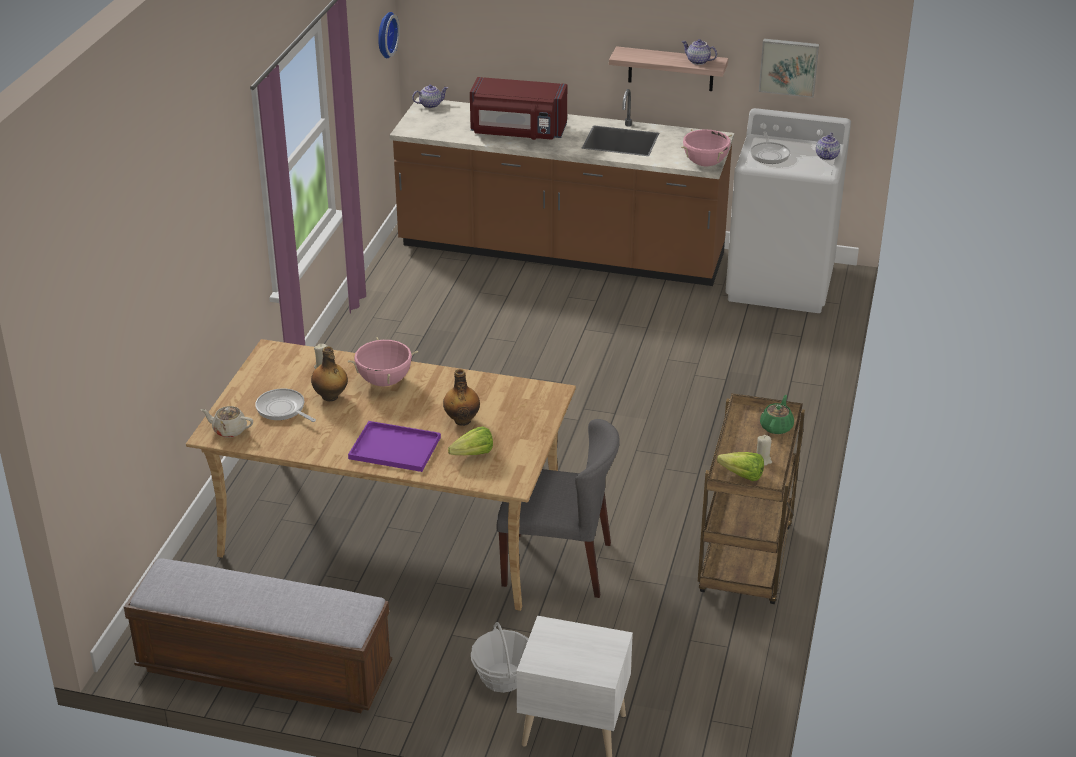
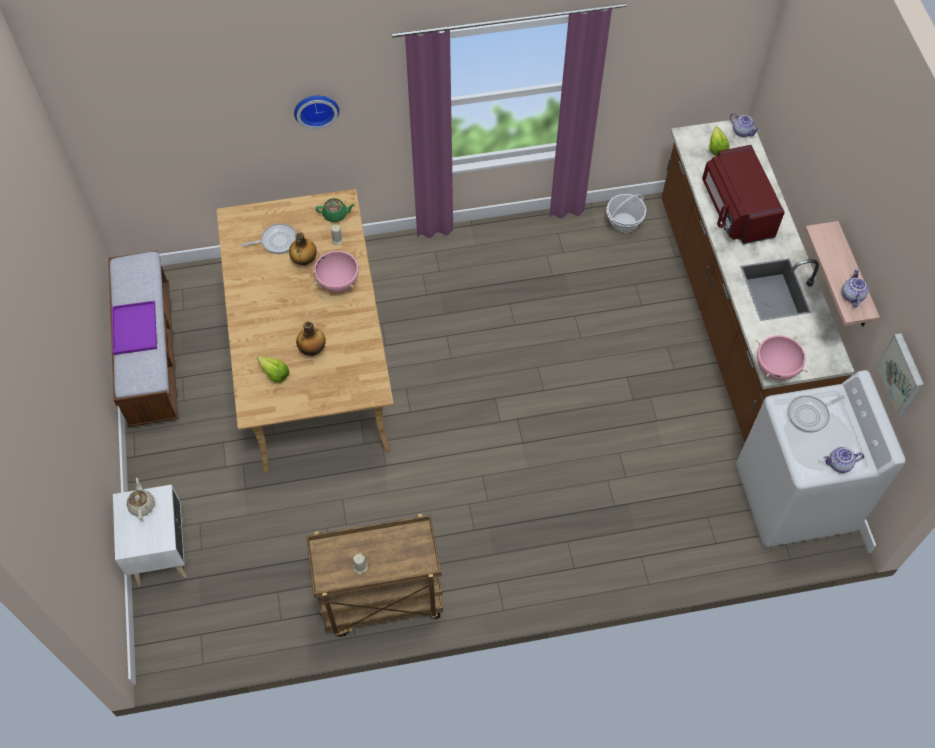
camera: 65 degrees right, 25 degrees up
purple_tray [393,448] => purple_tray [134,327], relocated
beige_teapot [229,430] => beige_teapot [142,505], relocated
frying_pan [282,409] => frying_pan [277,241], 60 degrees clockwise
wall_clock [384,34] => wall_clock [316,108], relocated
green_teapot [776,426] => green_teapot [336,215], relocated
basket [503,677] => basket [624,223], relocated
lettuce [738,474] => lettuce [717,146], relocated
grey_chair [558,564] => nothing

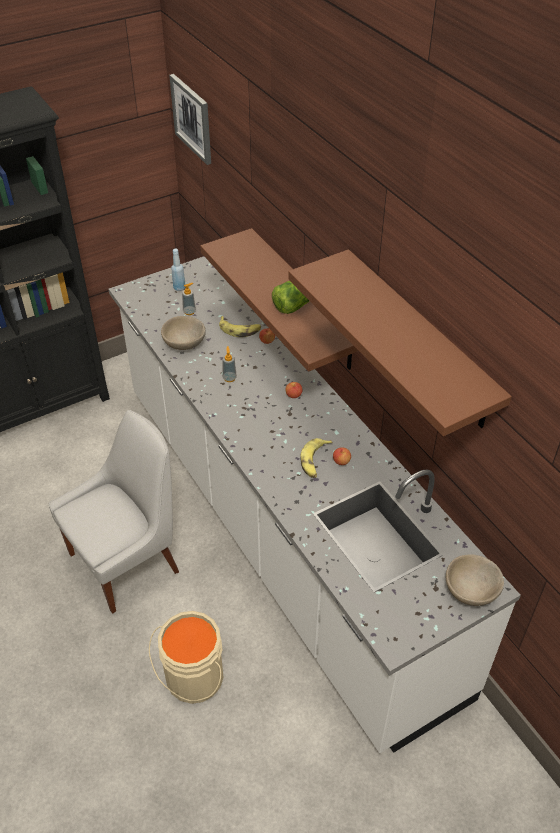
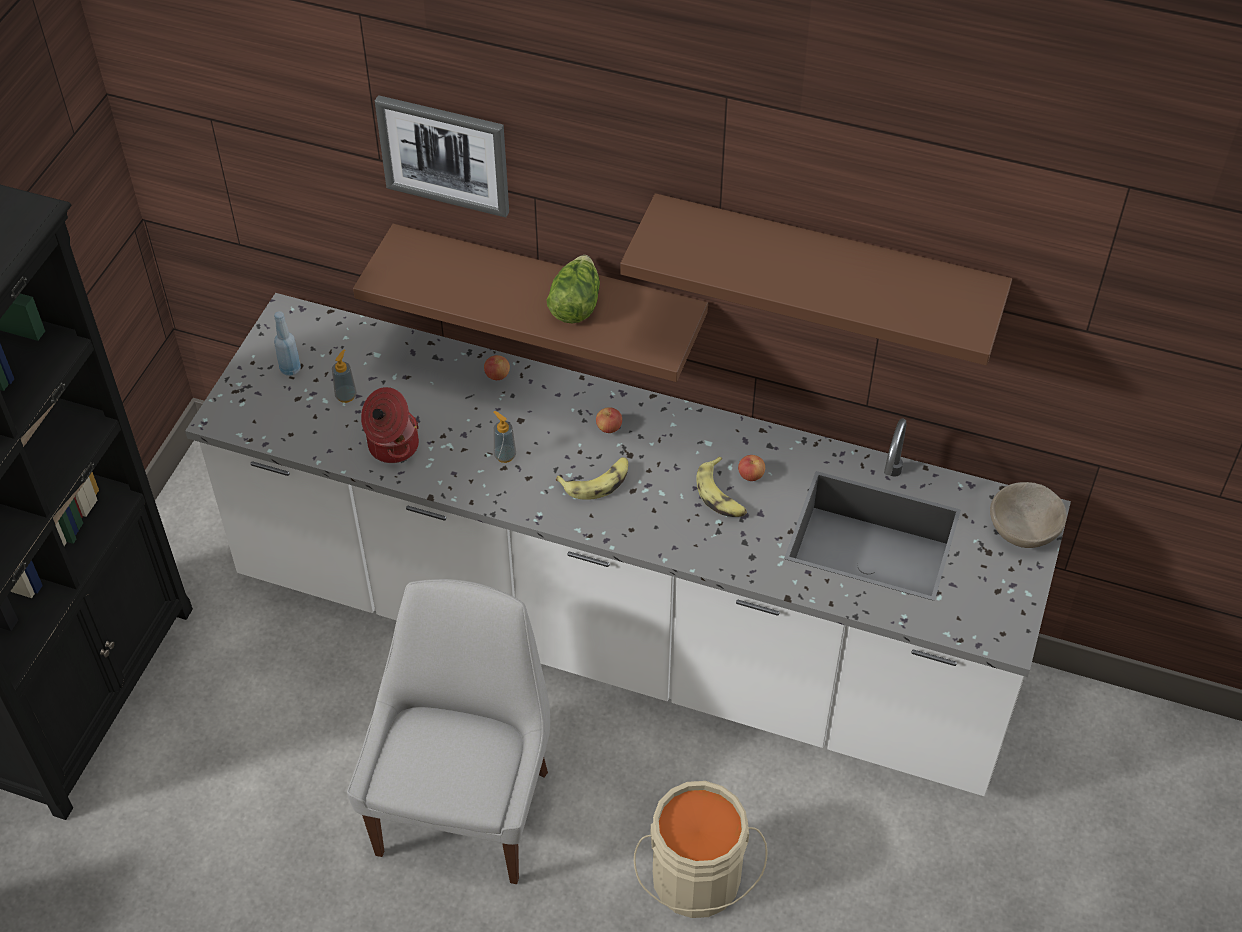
camera: 40 degrees left, 5 degrees up
beige_bowl [184,344] => cooking_pot [392,446]
picture [192,118] => picture [445,154], relocated
banana [240,330] => banana [597,482], relocated

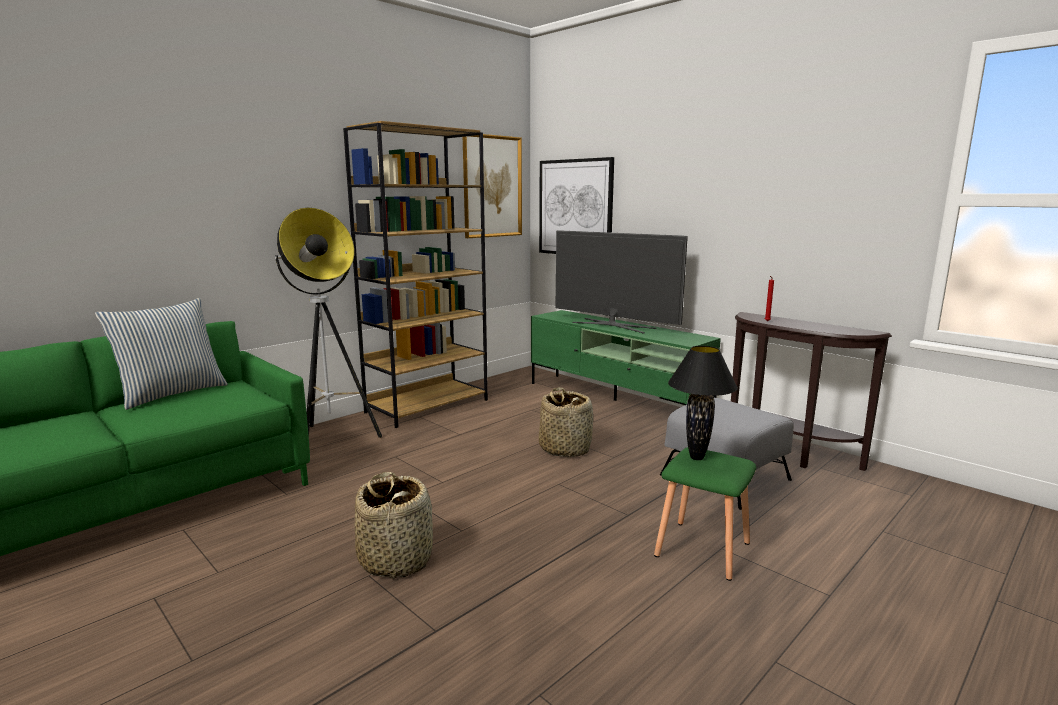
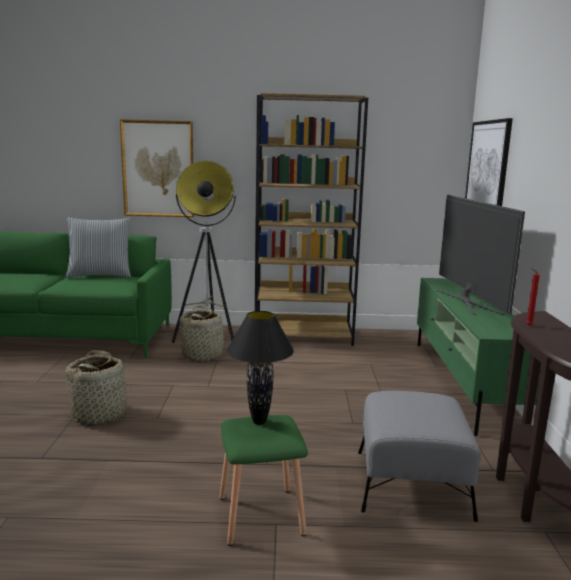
camera: 45 degrees right, 0 degrees up
picture [492,186] => picture [158,169], relocated
basket [565,448] => basket [203,356], relocated

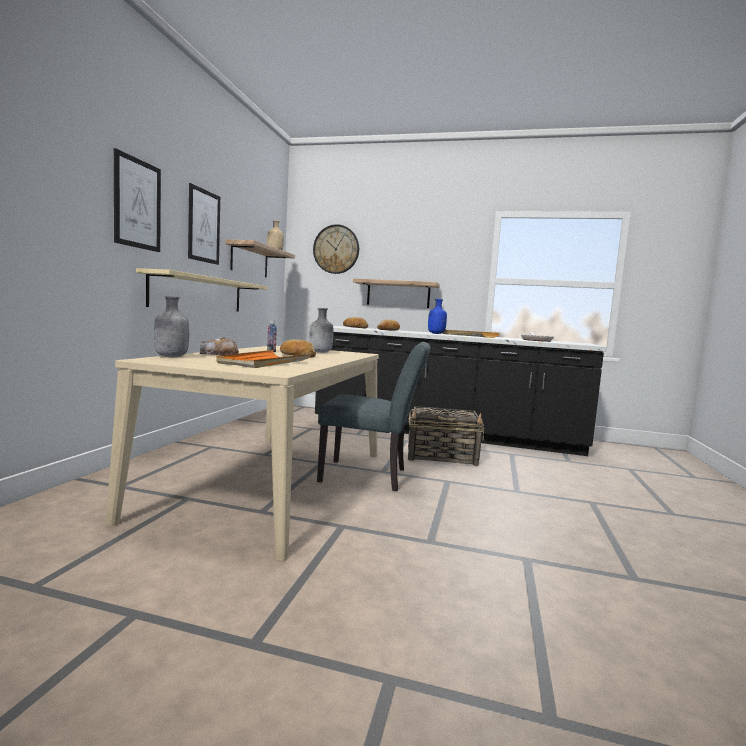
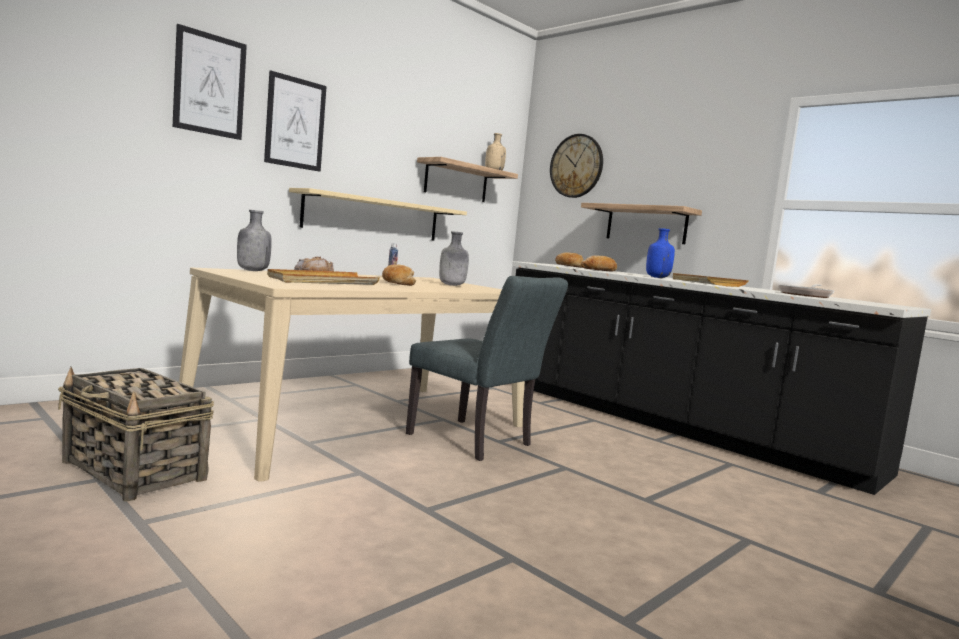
camera: 30 degrees right, 0 degrees up
basket [442,457] => basket [135,471], relocated
picture [204,226] => picture [210,84], relocated
orange_tray [265,362] => beige_tray [322,281]

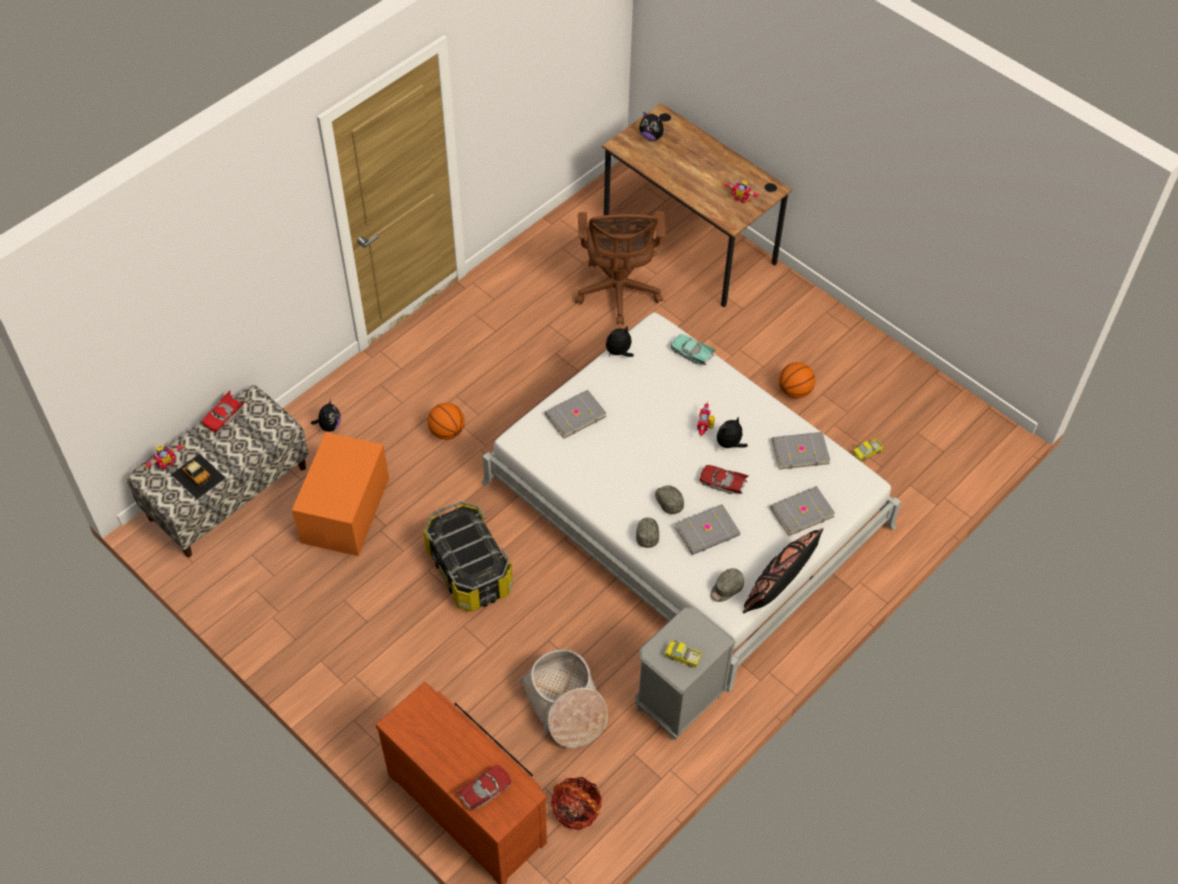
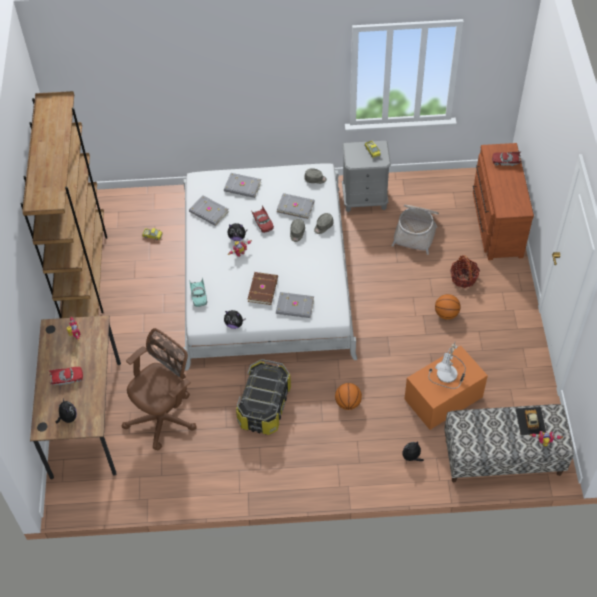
camera: 135 degrees left, 0 degrees up
nothing => brown_bookcase [85,275]
red_toy_car [224,417] => red_toy_car [67,378], relocated
storage_box [468,570] => storage_box [265,406], relocated
nothing => brown_book [263,289]
nothing => table_lamp [448,375]
basketball [794,391] => basketball [446,314], relocated
basket [576,809] => basket [463,278], relocated
black_pillow [780,582] => nothing

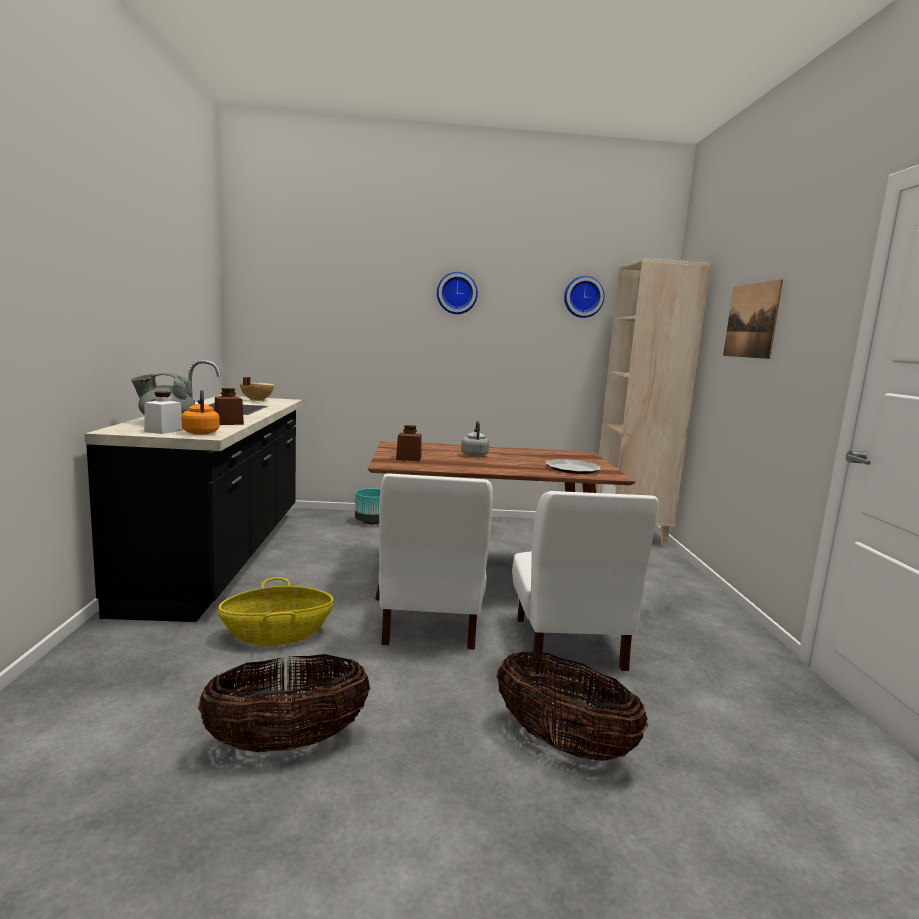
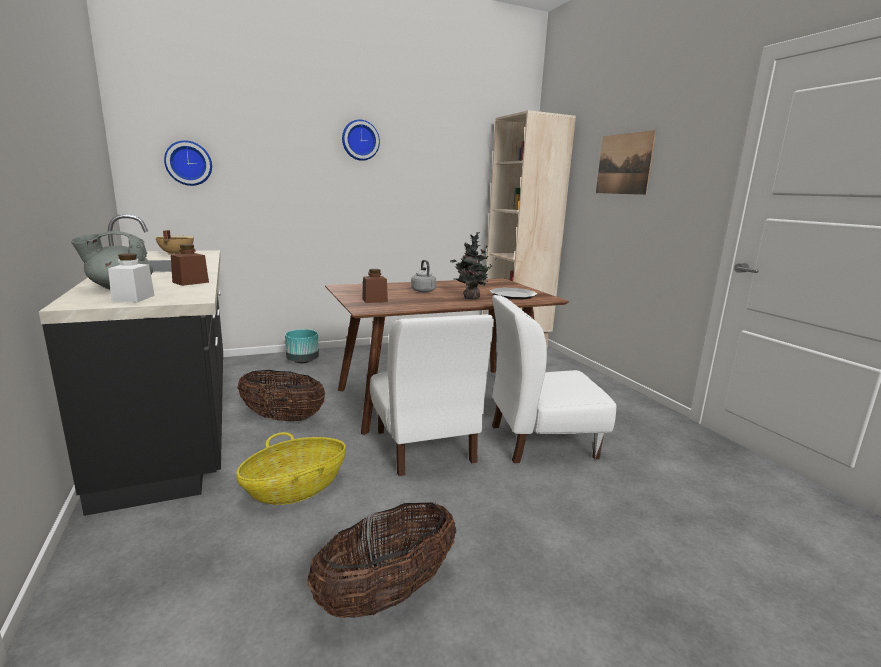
camera: 20 degrees left, 5 degrees up
wall_clock [583,297] => wall_clock [188,163], relocated
basket [563,743] => basket [282,418], relocated
nothing => potted_plant [470,298]
white_chair [568,643] => white_chair [541,441], 105 degrees clockwise
orange_kettle [201,432] => nothing

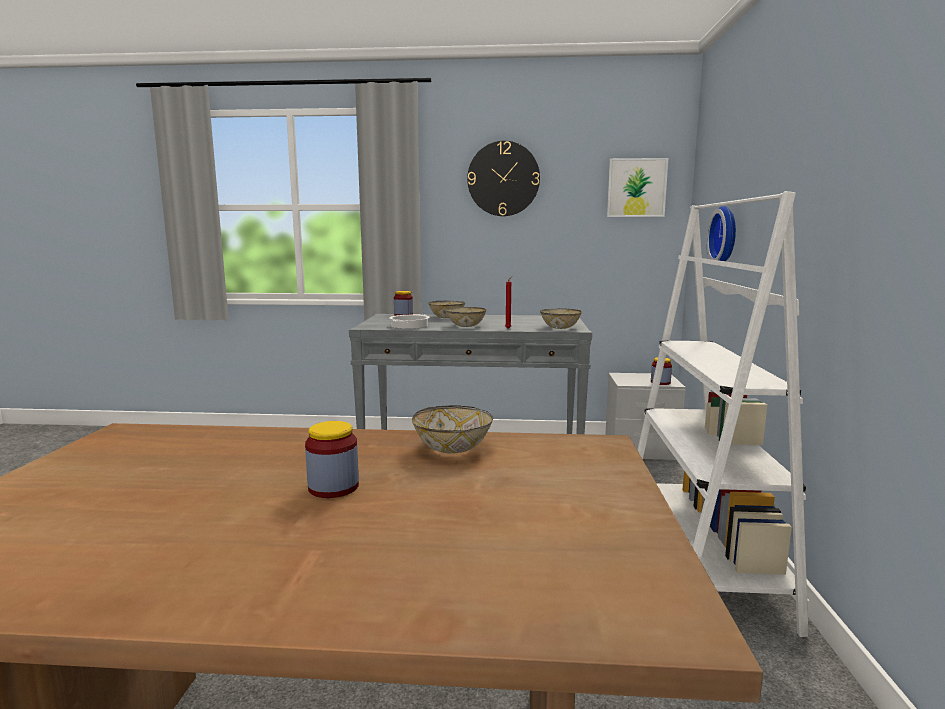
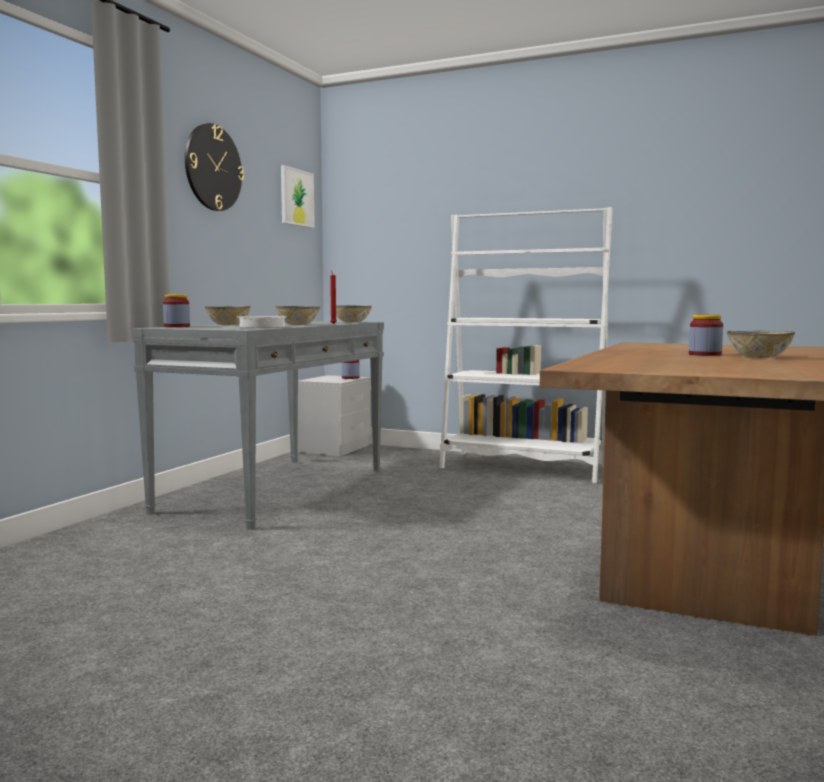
camera: 70 degrees left, 5 degrees down
bowl [452,448] => bowl [758,357], relocated
wall_clock [726,236] => nothing

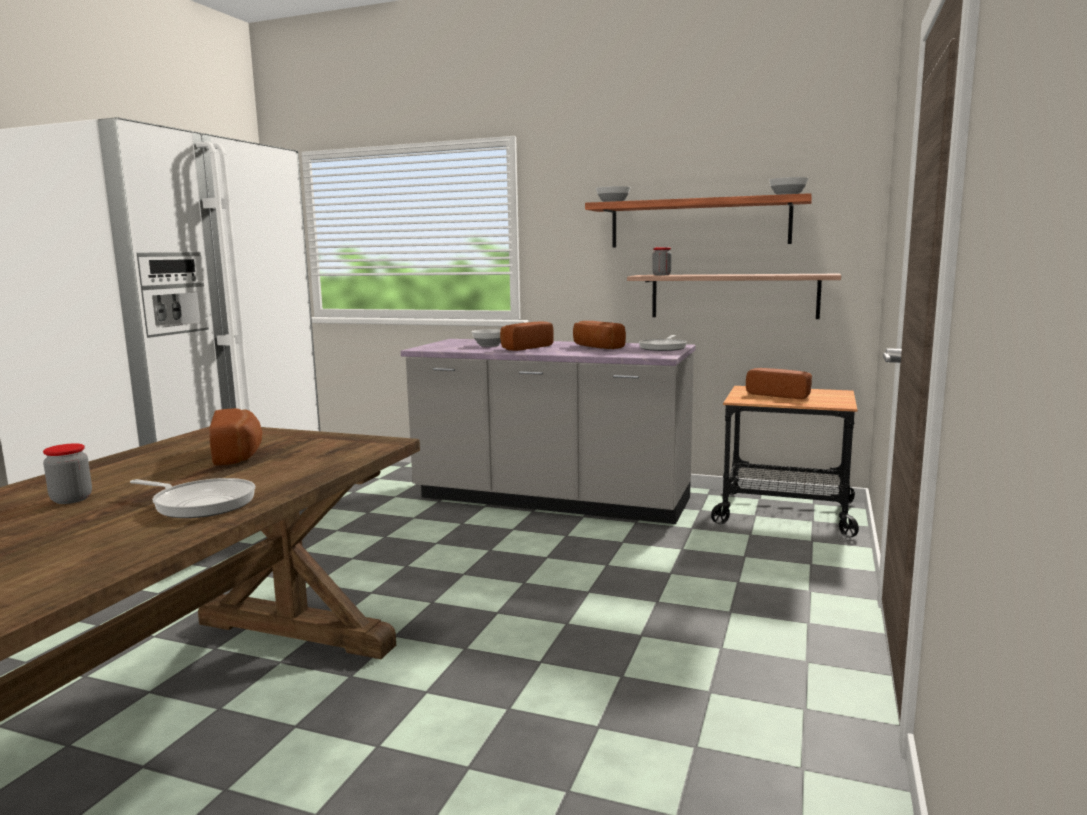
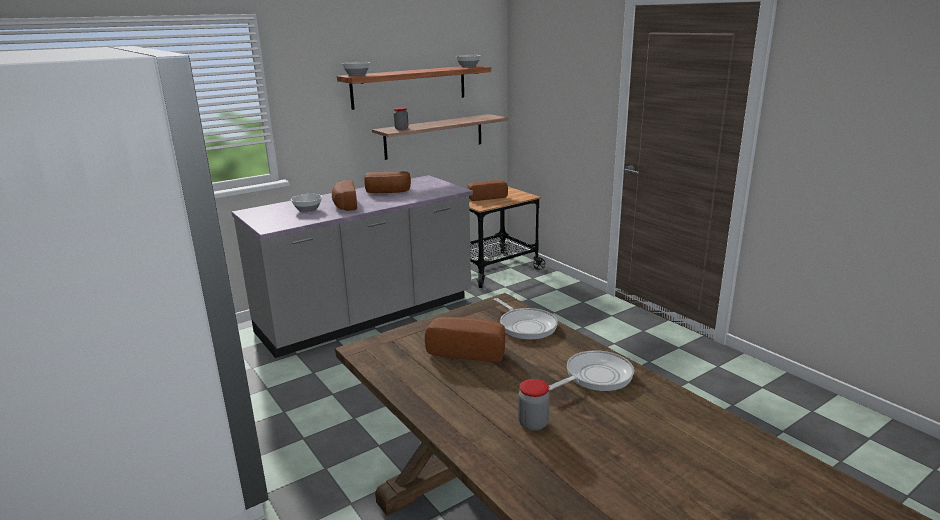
camera: 55 degrees left, 10 degrees up
frying_pan [663,347] => frying_pan [526,326], relocated

